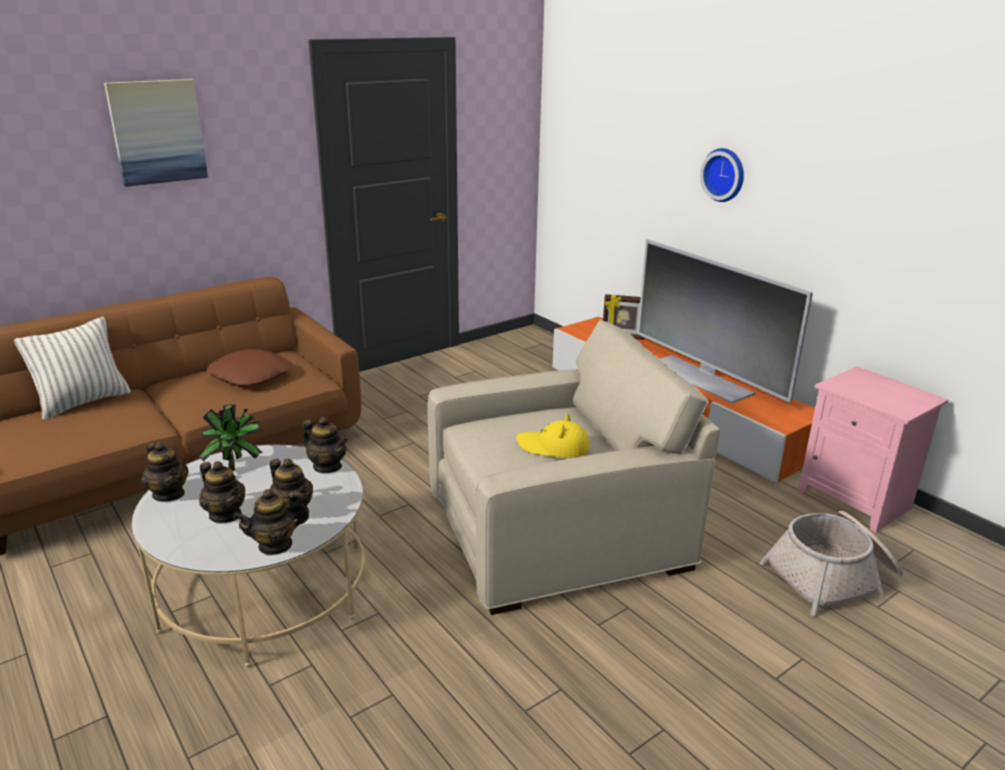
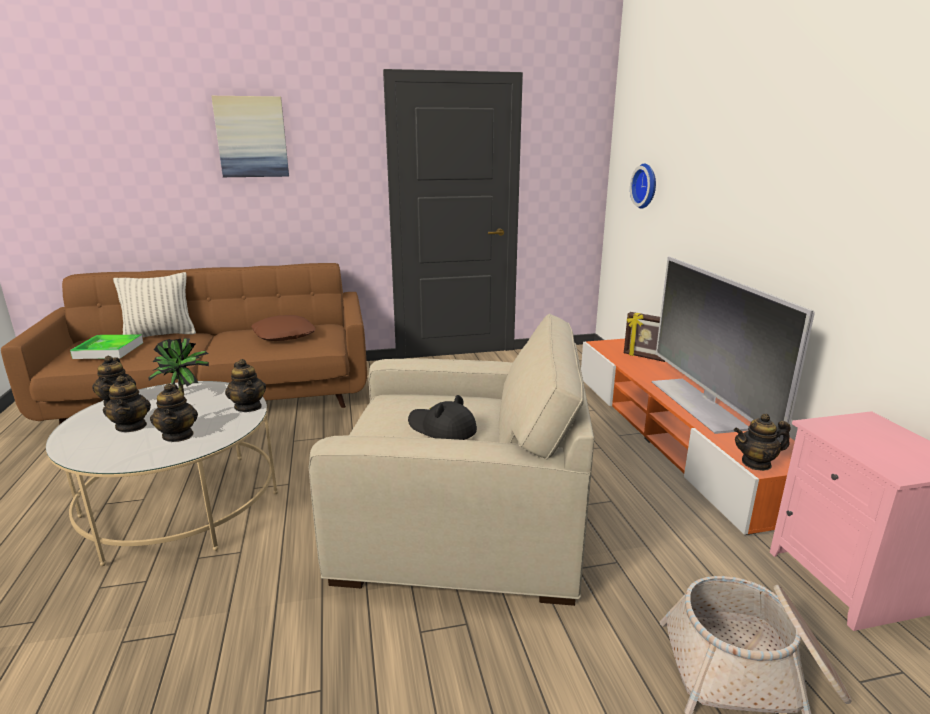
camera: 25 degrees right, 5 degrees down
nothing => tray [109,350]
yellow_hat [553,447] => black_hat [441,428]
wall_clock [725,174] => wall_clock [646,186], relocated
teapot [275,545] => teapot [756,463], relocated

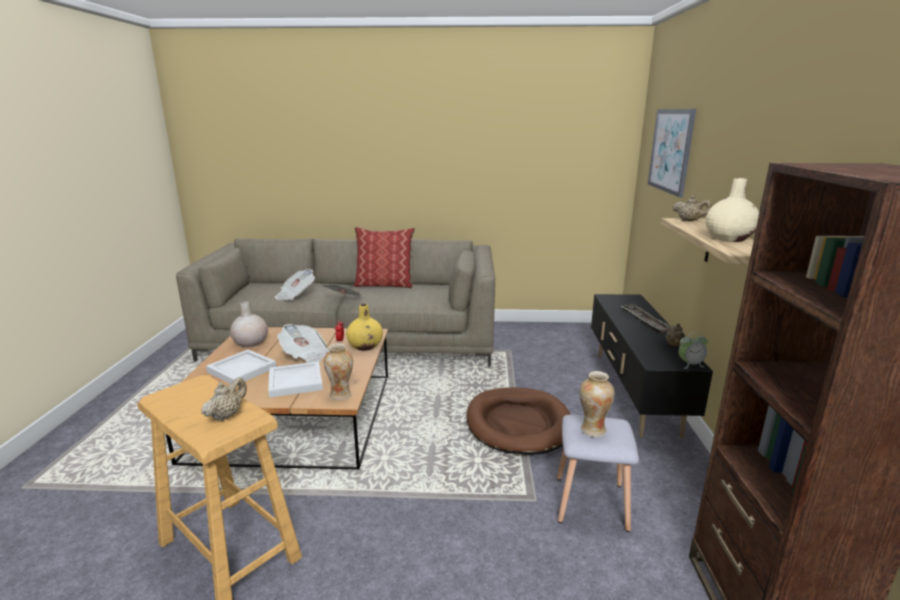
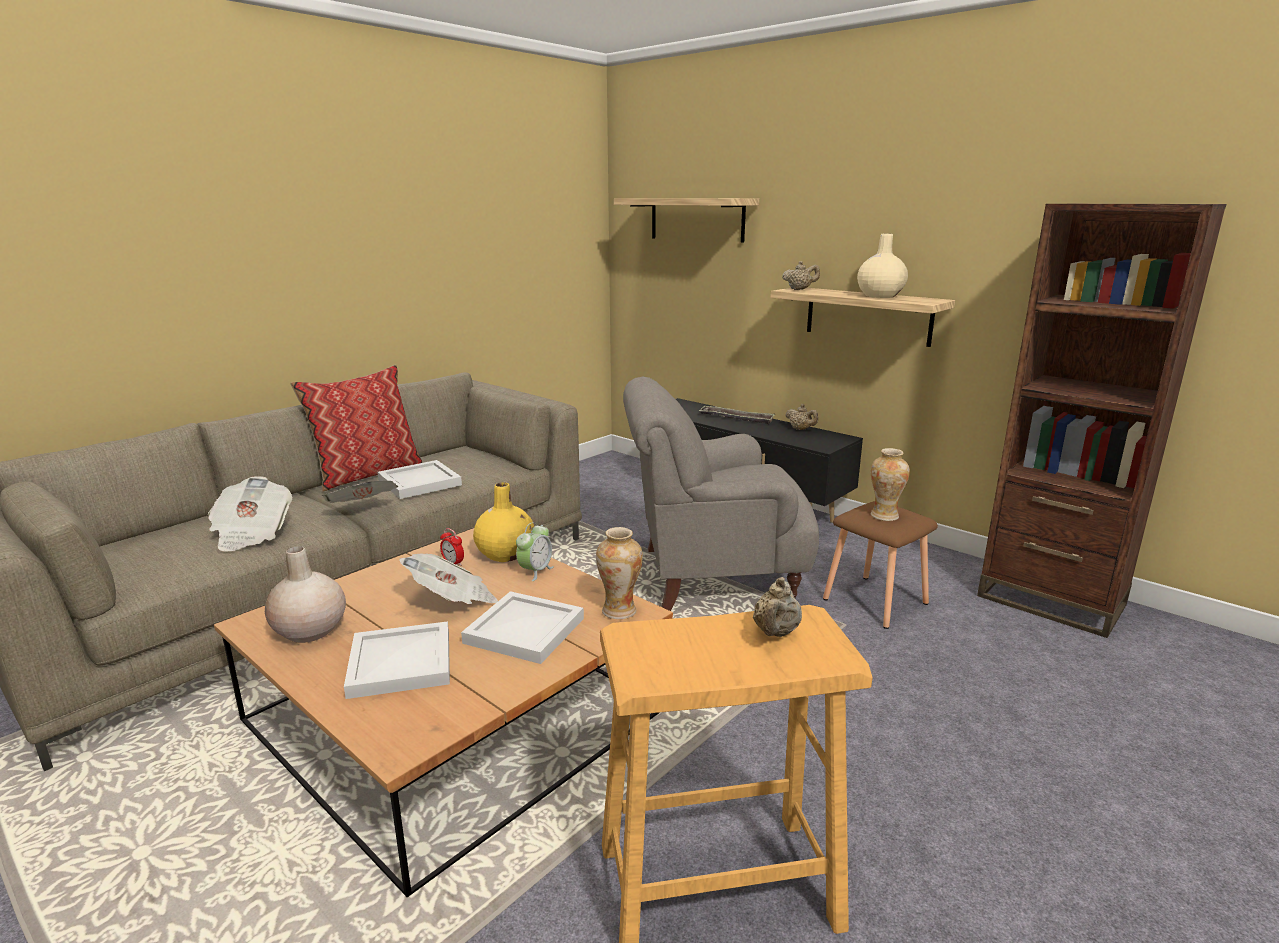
camera: 50 degrees left, 0 degrees up
nothing => white_tray [418,482]
alarm_clock [690,364] => alarm_clock [535,571], relocated
picture [671,150] => shelf [696,219]
brown_dog_bed [518,424] => grey_armchair [711,576]
beige_teapot [227,415] => beige_teapot [775,633], 135 degrees counterclockwise
grey_stool [592,504] => brown_stool [877,601]

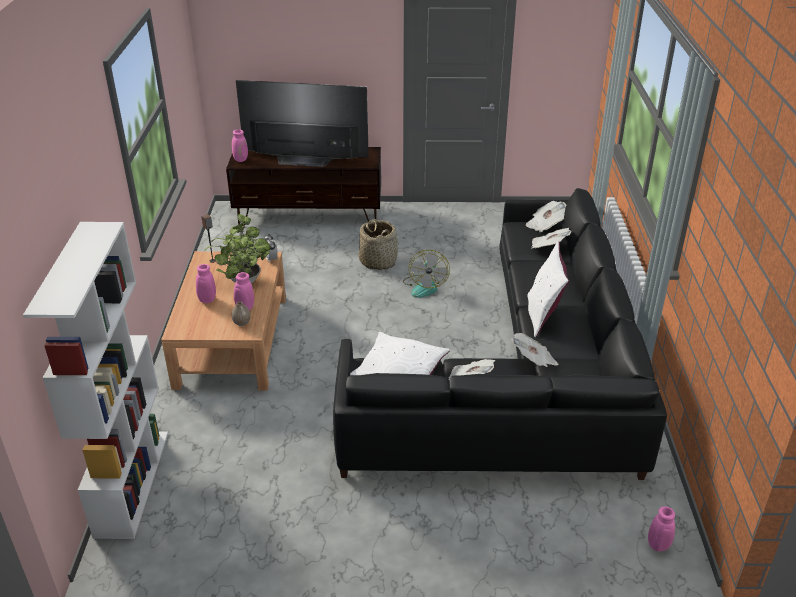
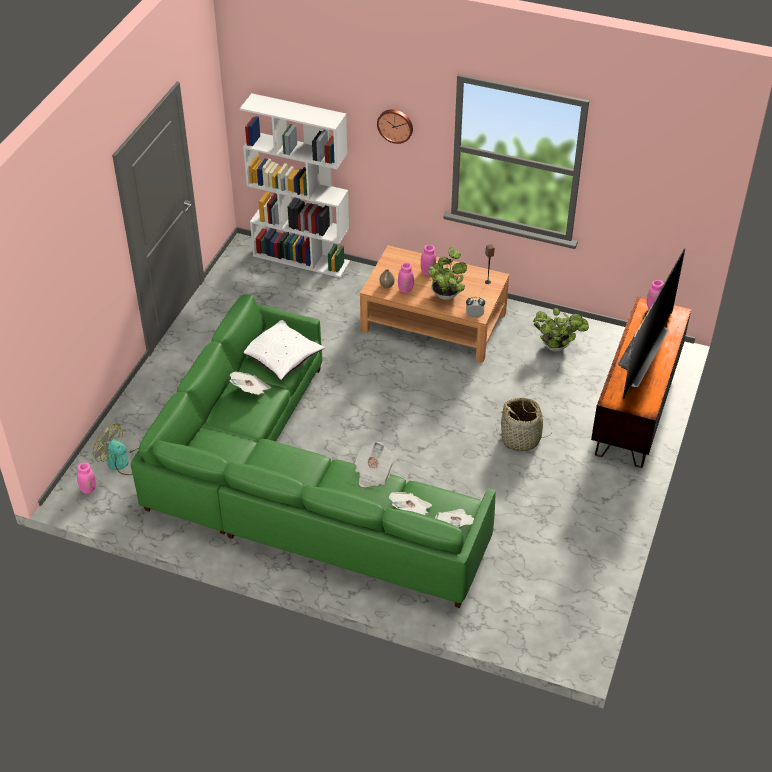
camera: 110 degrees right, 10 degrees up
fan [425,286] => fan [123,462], relocated
black_sofa [524,377] => green_sofa [294,485]
newspaper [533,361] => newspaper [373,473], relocated
nothing => wall_clock [395,125]
white_pillow [543,316] => nothing

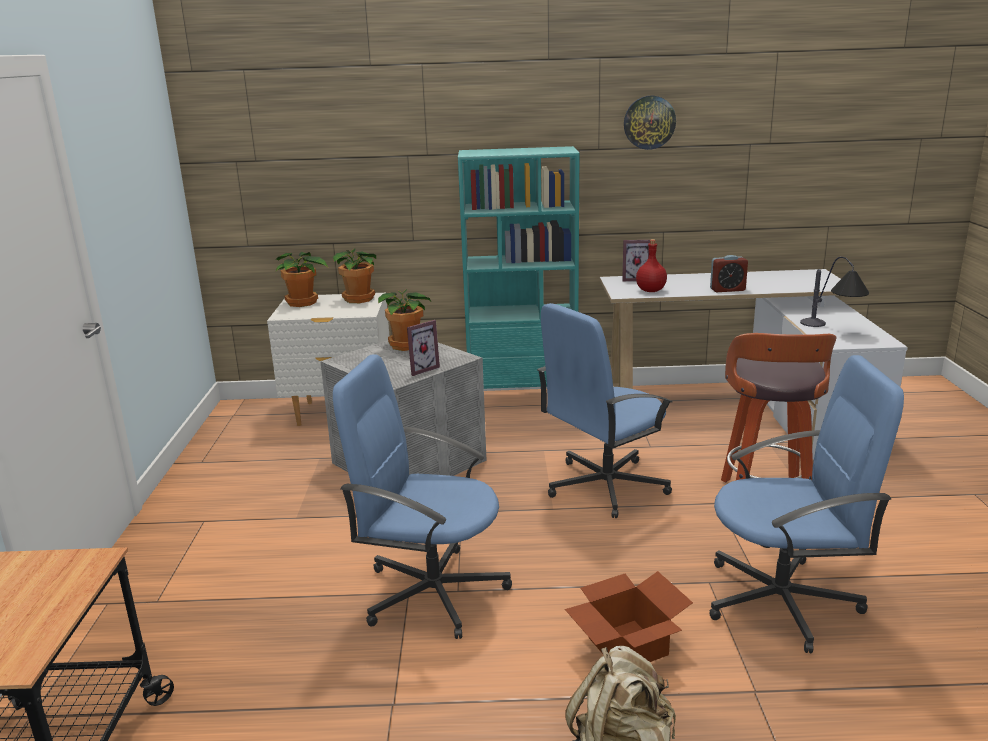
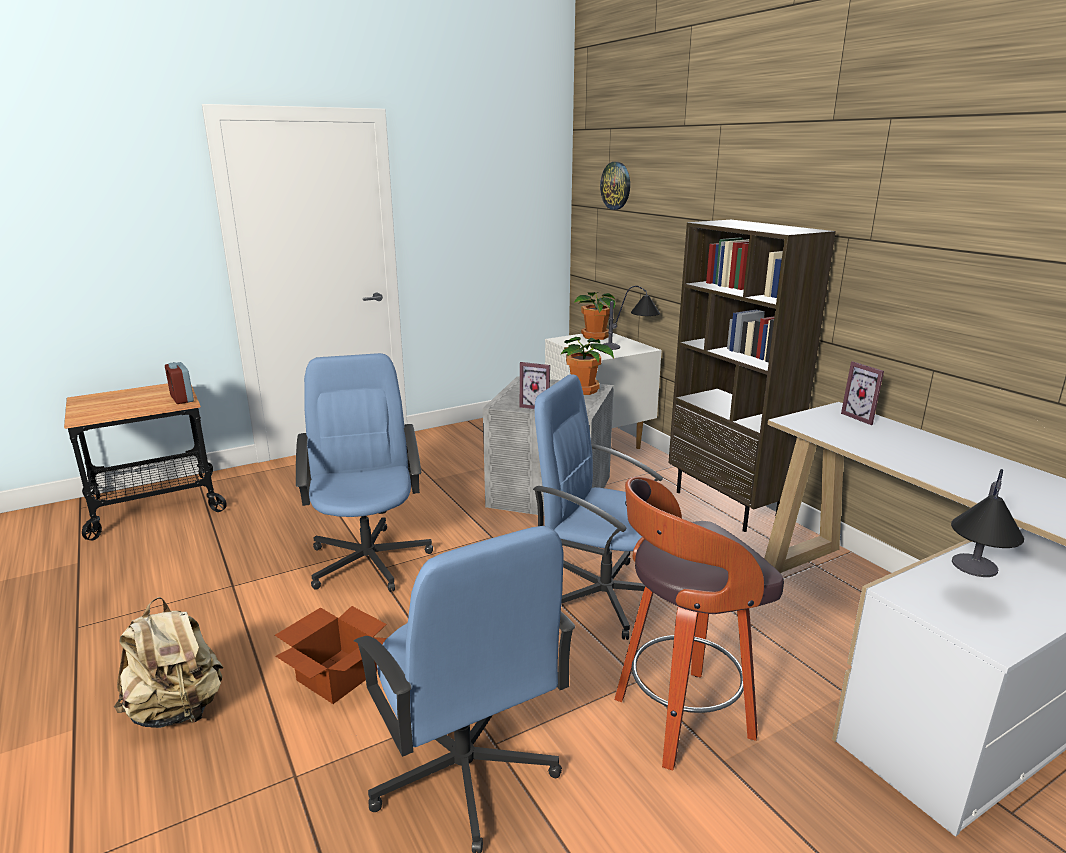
camera: 60 degrees right, 0 degrees up
alarm_clock [727,290] => alarm_clock [182,399], relocated
wall_clock [649,122] => wall_clock [616,185], relocated
potted_plant [360,299] => table_lamp [630,347]
turquoise_bookcase [523,400] => brown_bookcase [727,505]
red_bottle [650,290] => nothing

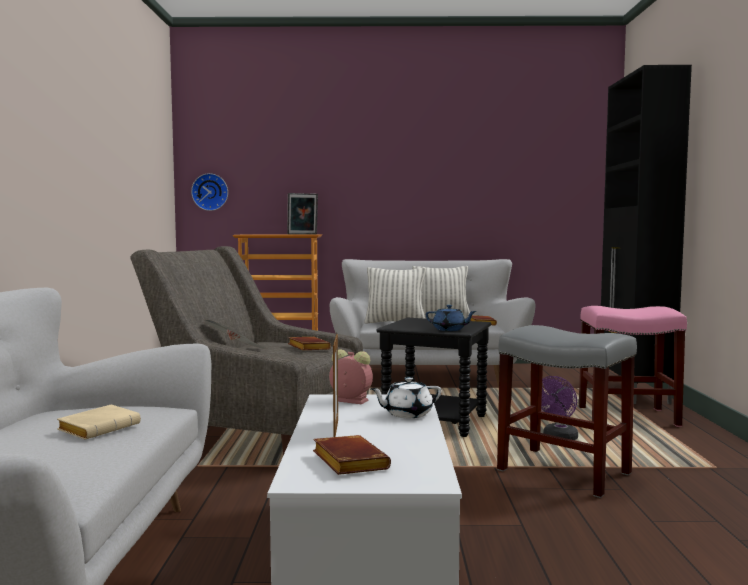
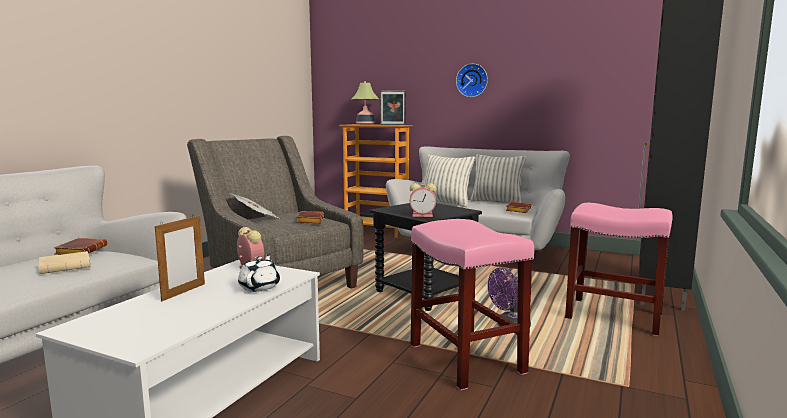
camera: 25 degrees right, 5 degrees up
brown_book [347,462] => brown_book [81,251], relocated
white_teapot [407,414] => white_teapot [260,287], 90 degrees clockwise
nothing => table_lamp [365,124]
blue_teapot [449,329] => alarm_clock [423,215]
grey_stool [565,471] => pink_stool [467,359]
wall_clock [210,192] => wall_clock [472,80], relocated

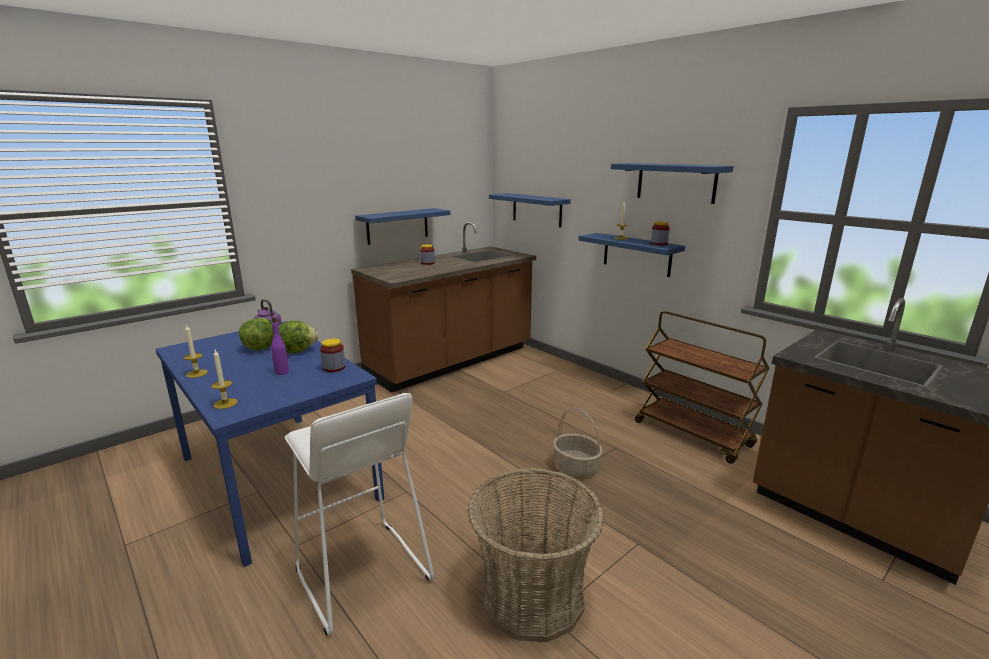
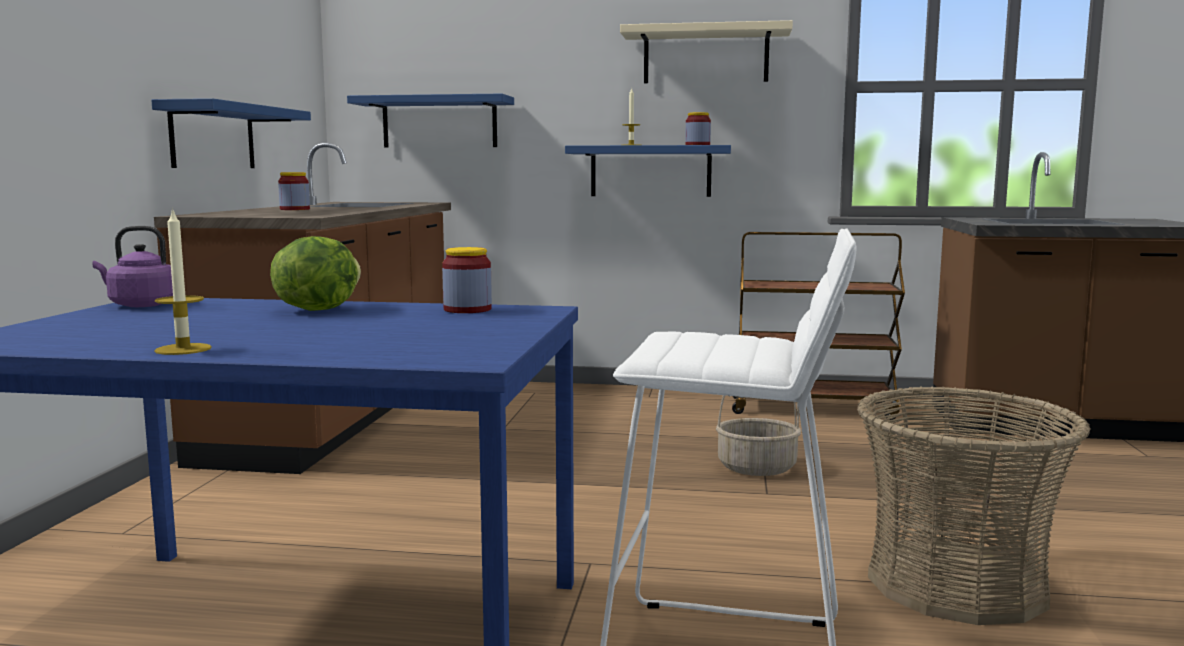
camera: 40 degrees left, 10 degrees down
blue_shelf [676,182] => beige_shelf [705,56]
candle [225,403] => nothing
lettuce [260,348] => nothing
purple_bottle [281,372] => nothing

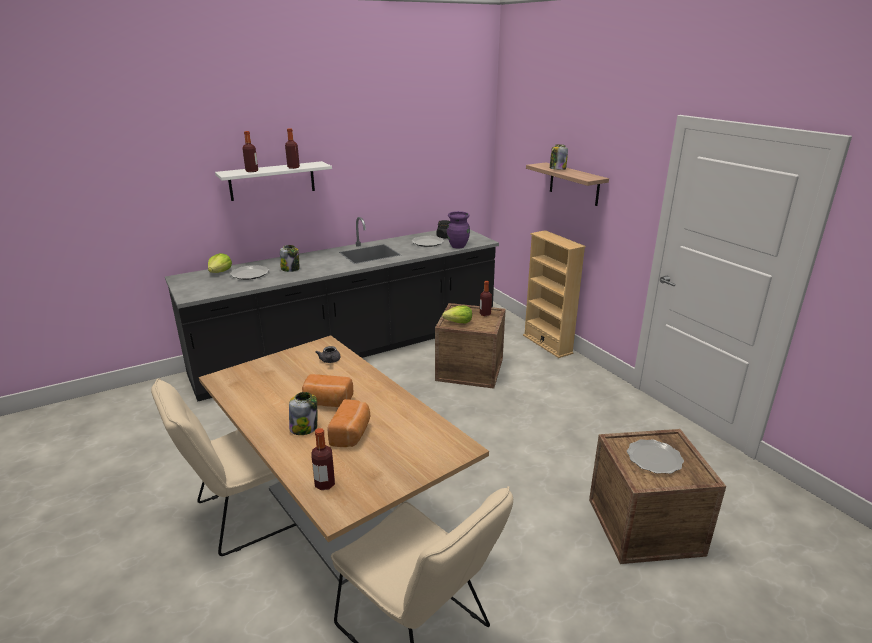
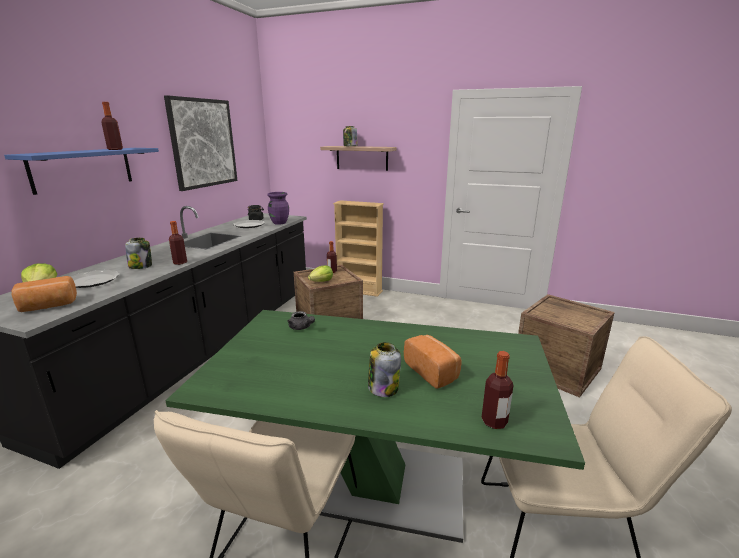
camera: 40 degrees left, 5 degrees down
white_shelf [272,181] => blue_shelf [83,169]
bread [327,402] => bread [48,306], relocated
nothing => picture [203,143]
brown_dining_table [339,514] => green_dining_table [375,482]
bottle [252,171] => bottle [180,262], relocated
plate [654,458] => nothing

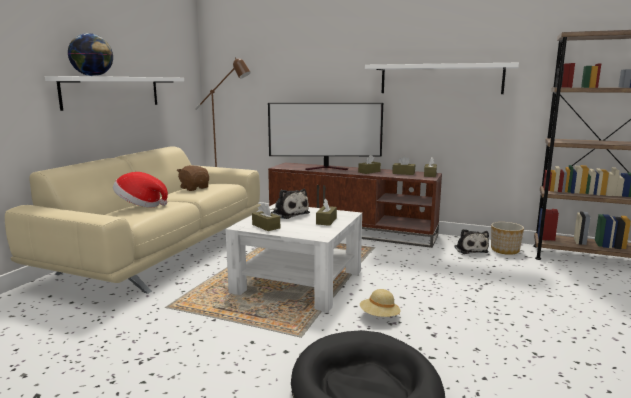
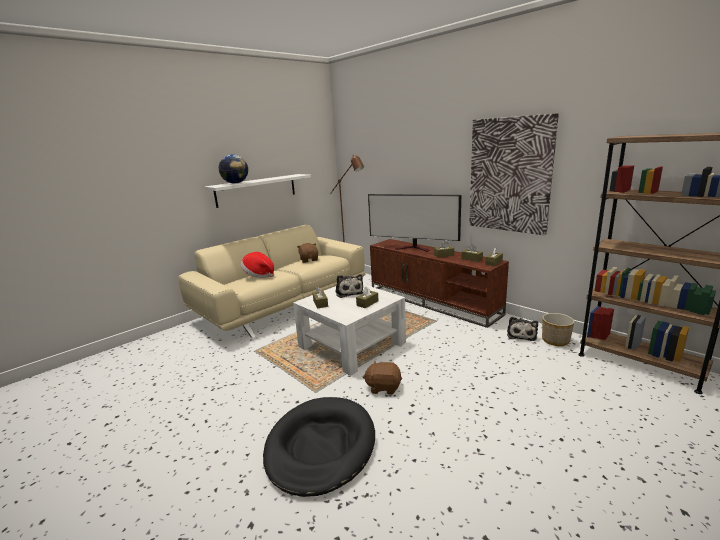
camera: 25 degrees right, 5 degrees up
beige_hat [379,316] => brown_plush_toy [383,387]
white_shelf [440,79] => picture [509,175]

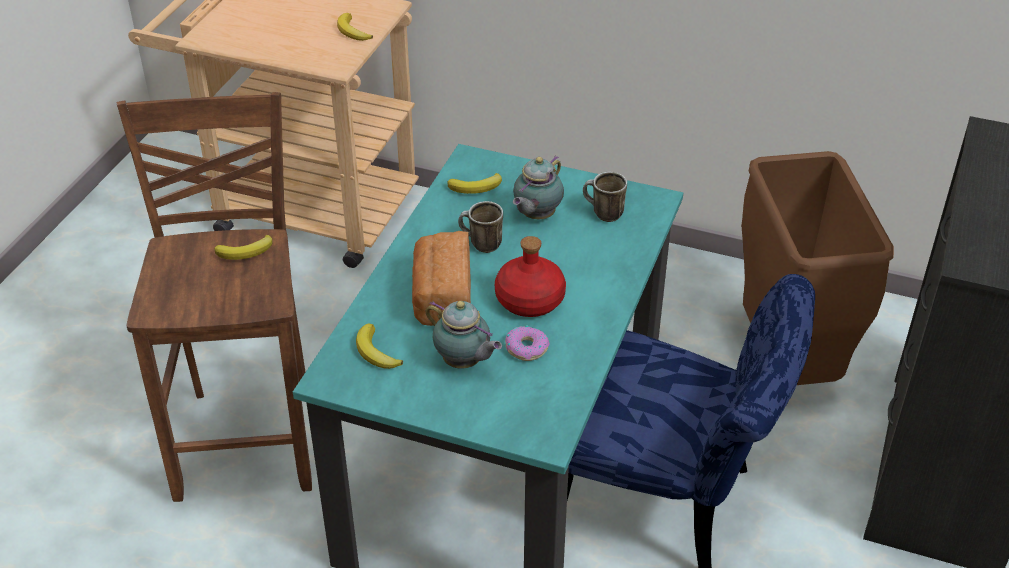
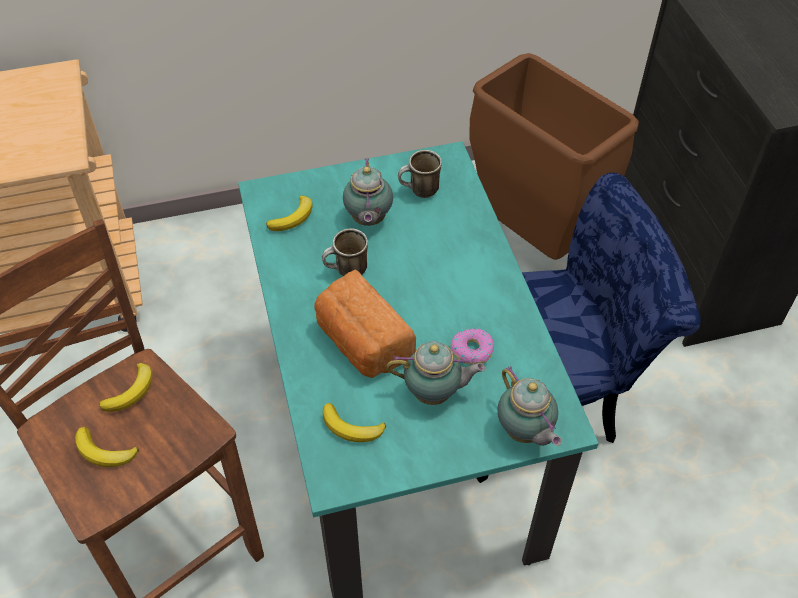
camera: 35 degrees left, 10 degrees up
banana [352,31] => banana [104,452], relocated
nothing => teapot [524,433]
red_bottle [529,300] => nothing

